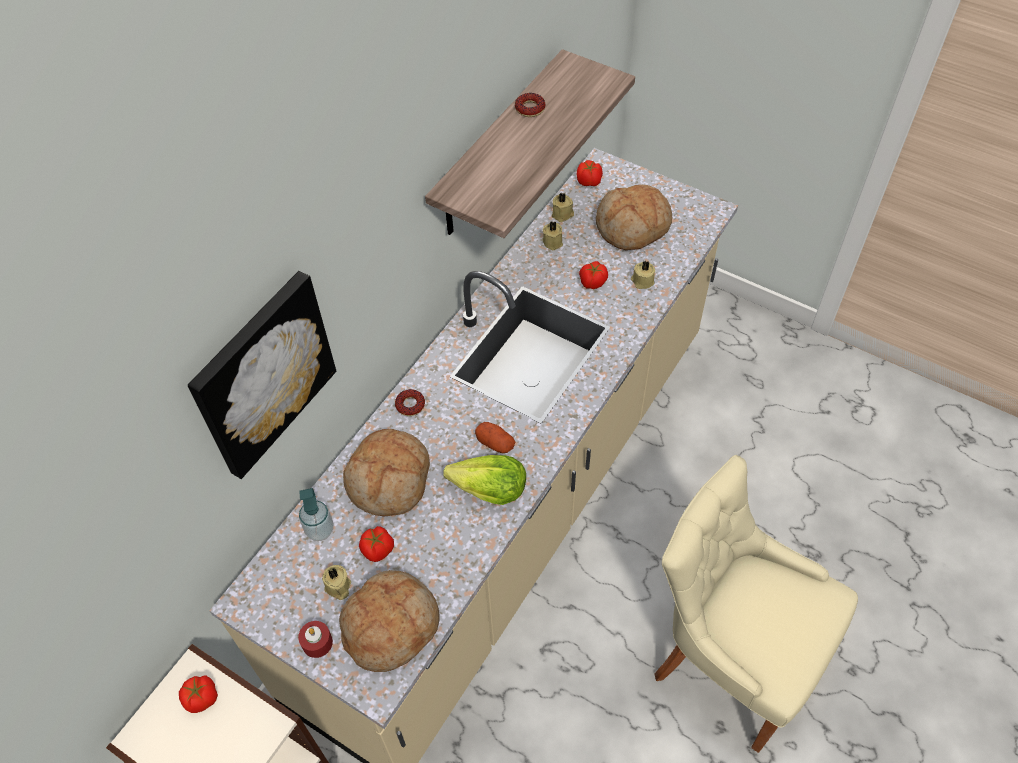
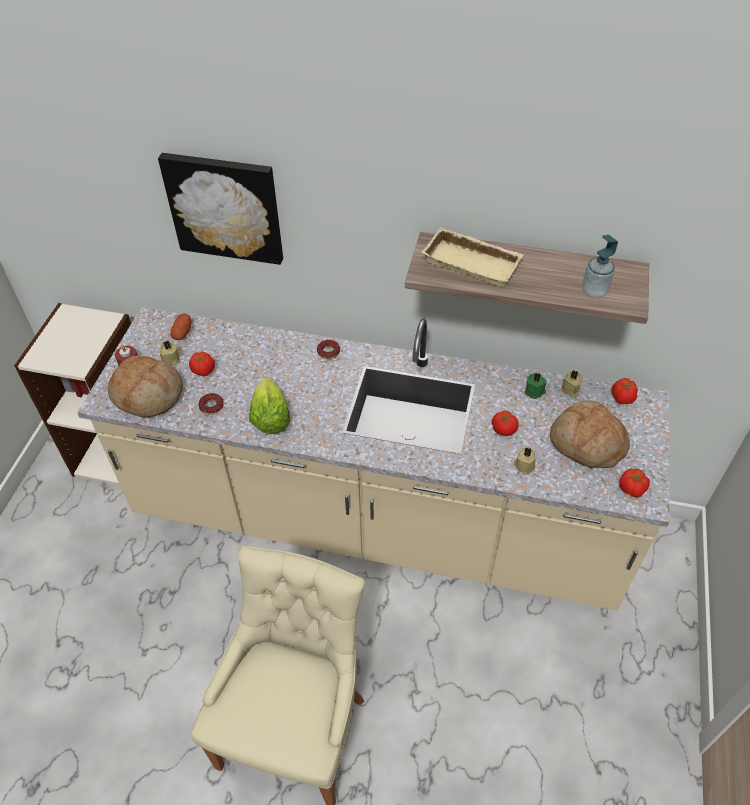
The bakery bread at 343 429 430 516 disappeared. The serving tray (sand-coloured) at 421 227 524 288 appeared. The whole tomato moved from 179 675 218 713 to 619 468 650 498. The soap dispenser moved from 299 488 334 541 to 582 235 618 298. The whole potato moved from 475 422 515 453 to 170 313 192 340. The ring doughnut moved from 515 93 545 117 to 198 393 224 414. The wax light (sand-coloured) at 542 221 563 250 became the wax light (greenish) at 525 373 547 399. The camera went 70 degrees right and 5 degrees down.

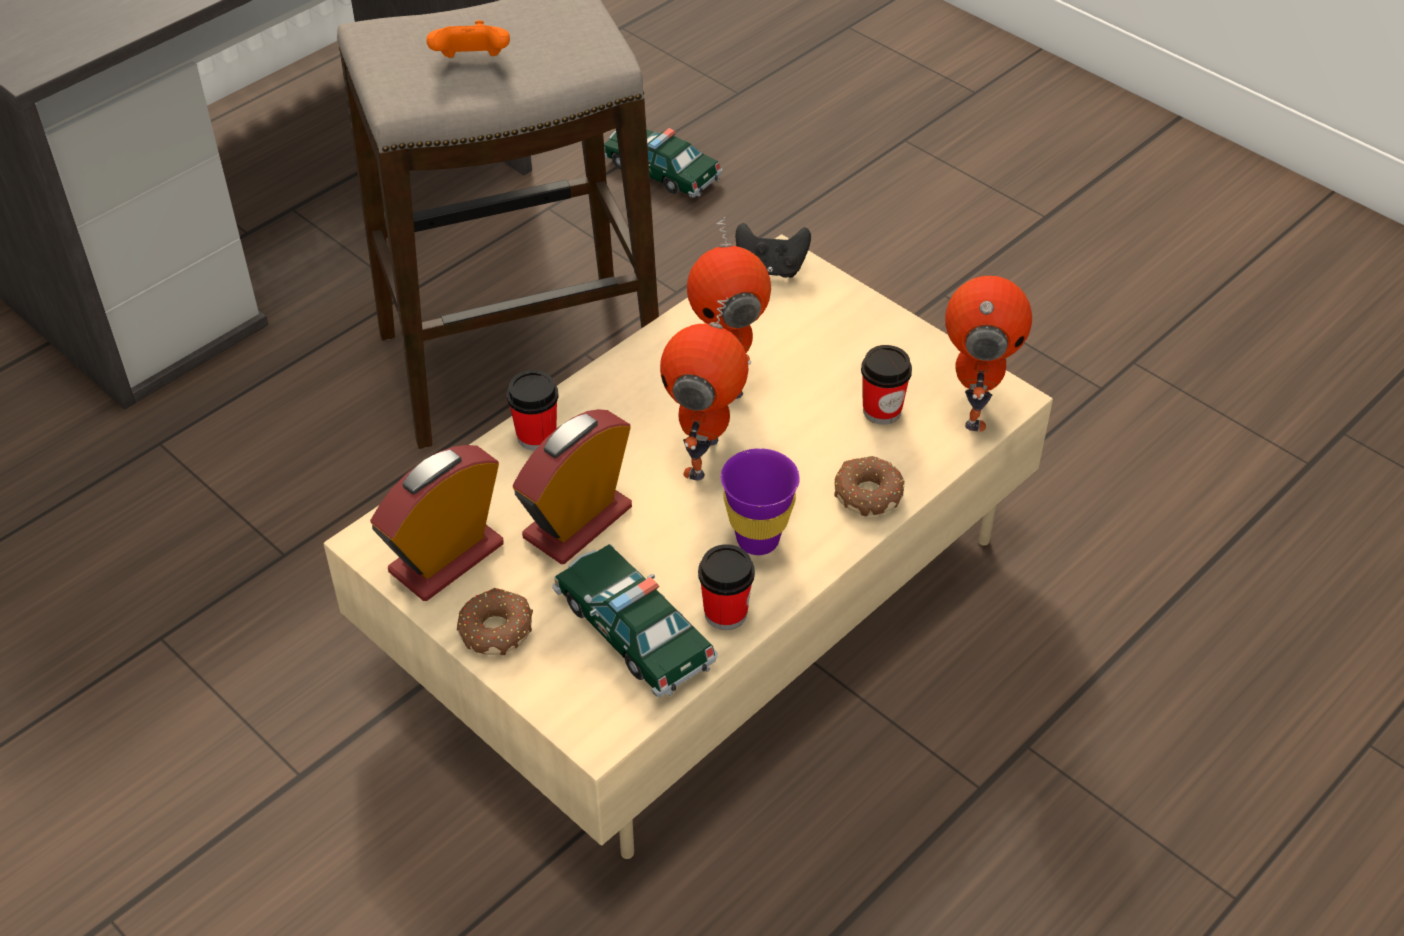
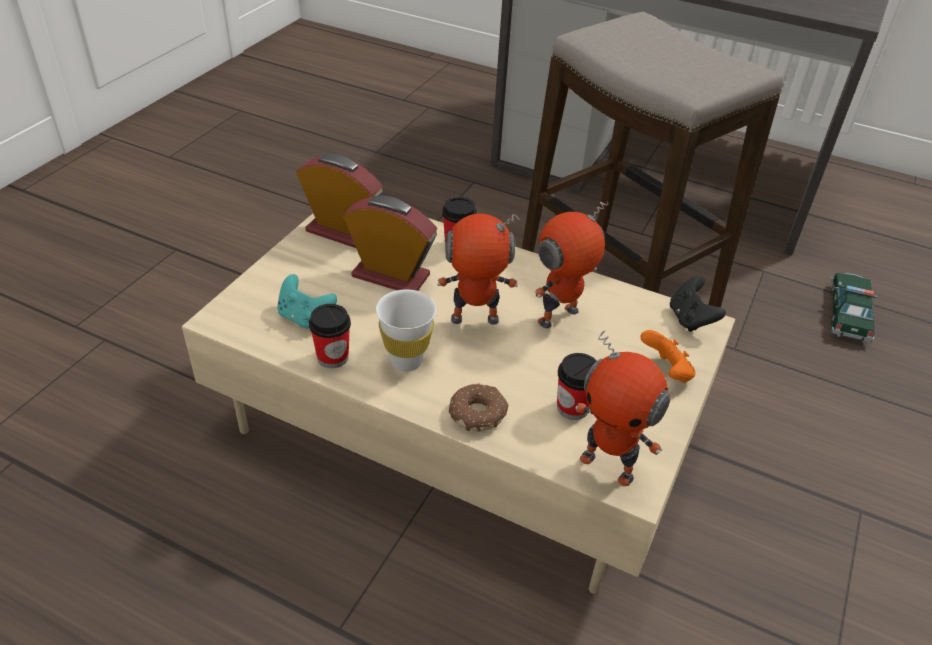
The ring doughnut at 457 588 533 655 disappeared. The gamepad (orange) moved from 426 20 510 58 to 640 330 696 383. The model car at 552 544 718 697 was replaced by the gamepad (turquoise-coloured) at 277 274 337 328. The small cup (purple) at 721 448 800 555 became the small cup (white) at 376 289 436 372. The model robot at 945 276 1032 432 turned 45 degrees clockwise. The camera went 70 degrees right and 5 degrees down.

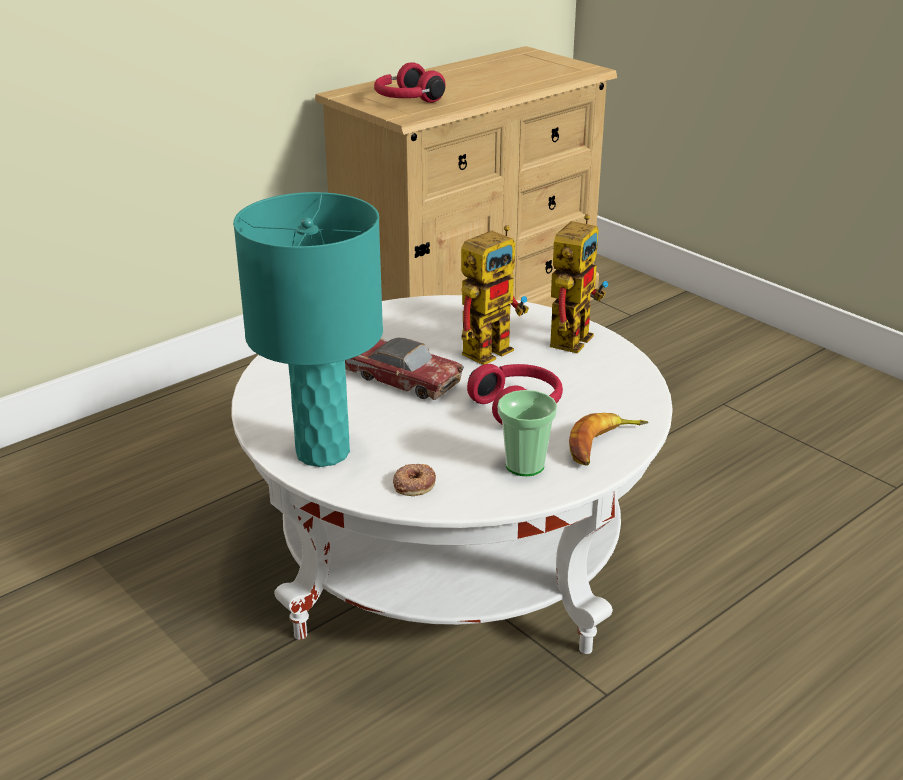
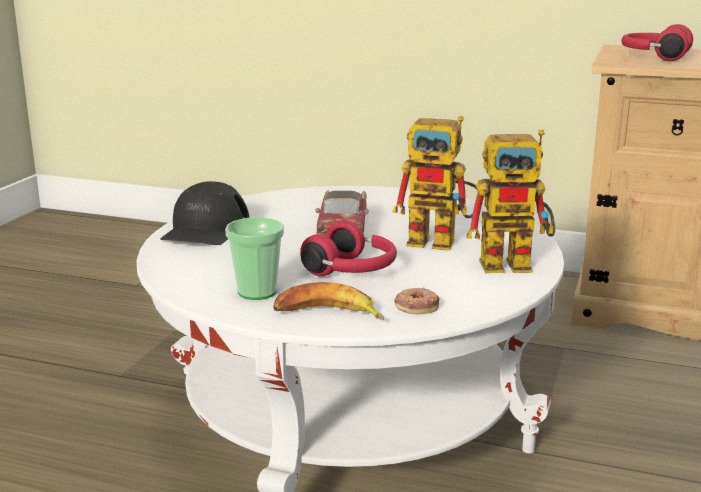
The ring doughnut moved from 393 464 436 496 to 394 287 440 314. The tabletop lamp (turquoise-coloured) at 233 192 383 467 was replaced by the baseball cap (blackish) at 160 181 249 245. The camera went 60 degrees right and 10 degrees down.

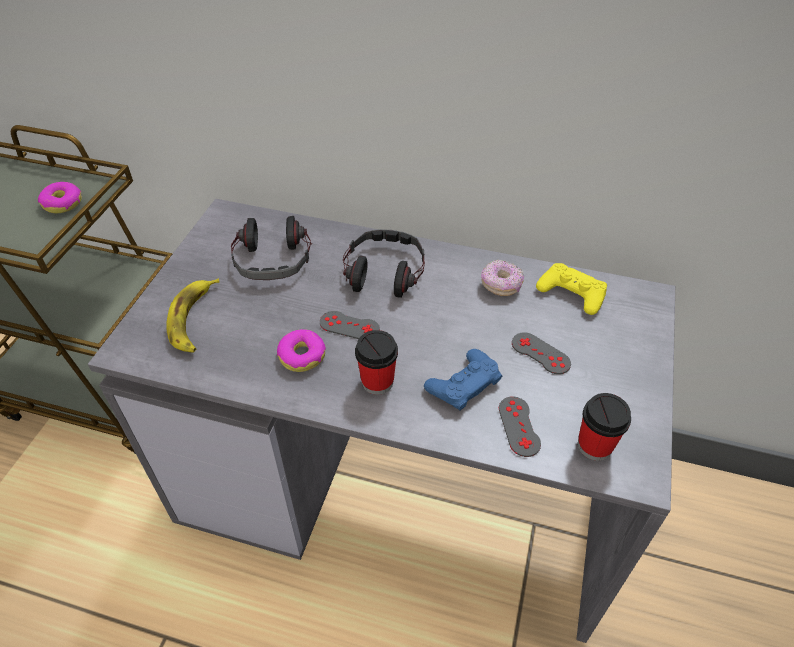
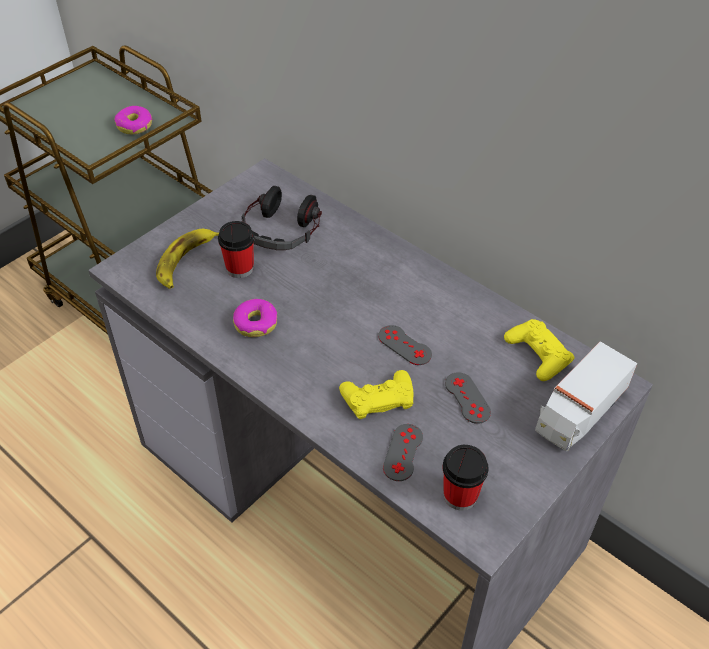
The pair of headphones at 343 229 425 298 disappeared. The ring doughnut at 481 260 524 296 disappeared. The toy lorry at 535 341 637 451 appeared. The gamepad (greyish) moved from 320 311 380 339 to 378 325 432 365. The small cup moved from 355 330 398 395 to 218 221 254 278. The gamepad (bluish) at 424 349 502 410 became the gamepad (yellow) at 339 370 413 419. The camera went 25 degrees right and 0 degrees up.

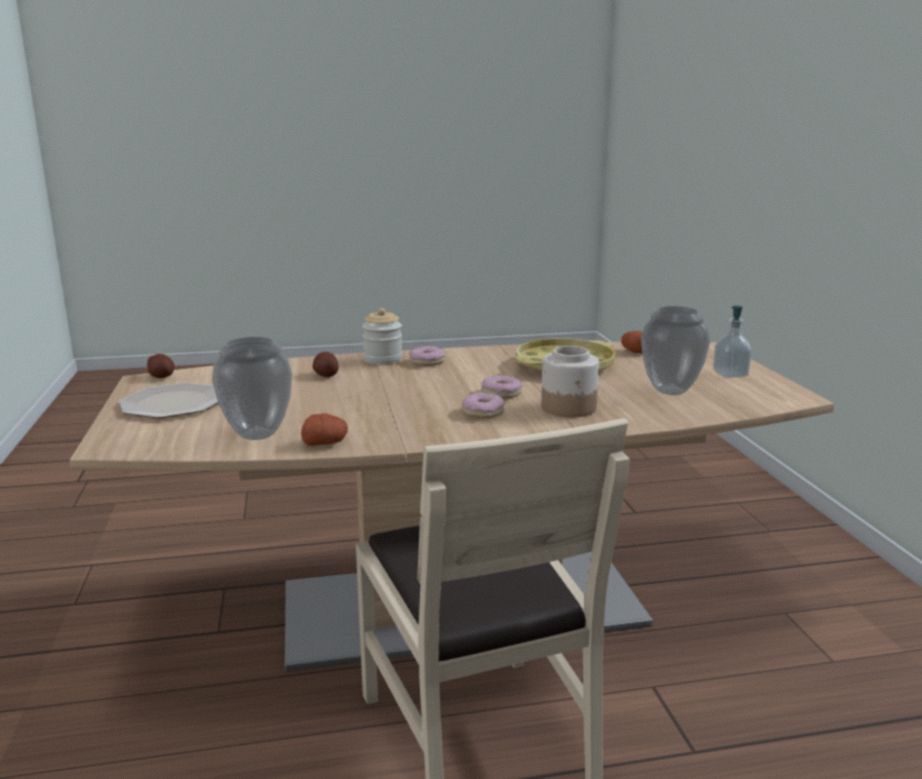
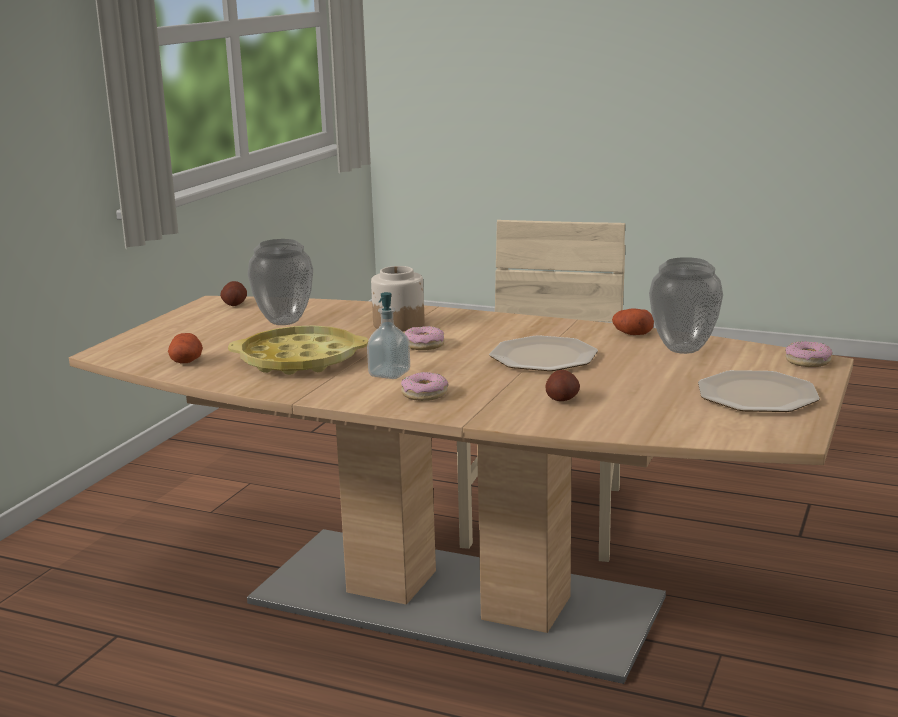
The jar at 362 308 402 365 disappeared. The flat dish at 489 335 598 371 appeared. The whole potato moved from 147 354 174 378 to 220 281 247 306. The ring doughnut moved from 462 392 505 419 to 785 341 833 367. The soap dispenser moved from 713 305 752 378 to 367 292 410 379. The camera went 145 degrees left and 0 degrees up.

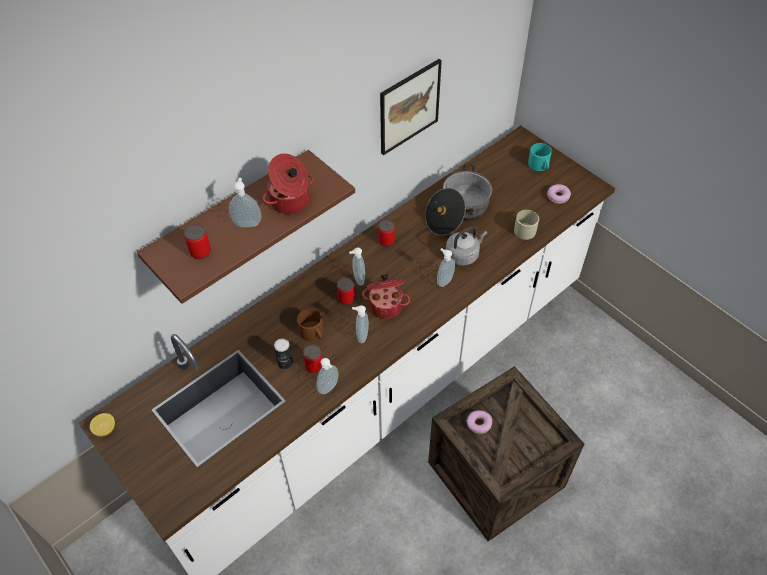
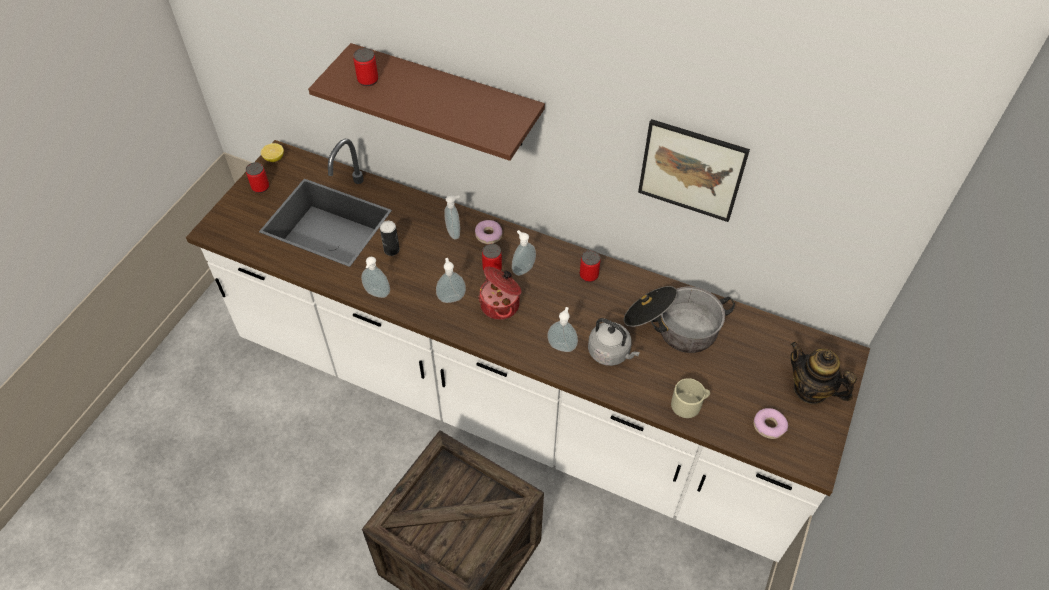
The saucepot at 263 153 314 214 disappeared. The mug (brownish) at 297 308 323 341 disappeared. The soap dispenser moved from 229 178 261 227 to 444 195 460 240. The sealed can moved from 303 345 322 373 to 246 162 269 193. The ring doughnut moved from 467 410 492 434 to 475 220 502 244. The mug (turquoise-coloured) at 528 143 552 171 was replaced by the pot for tea at 790 342 857 404. The camera went 65 degrees right and 0 degrees up.

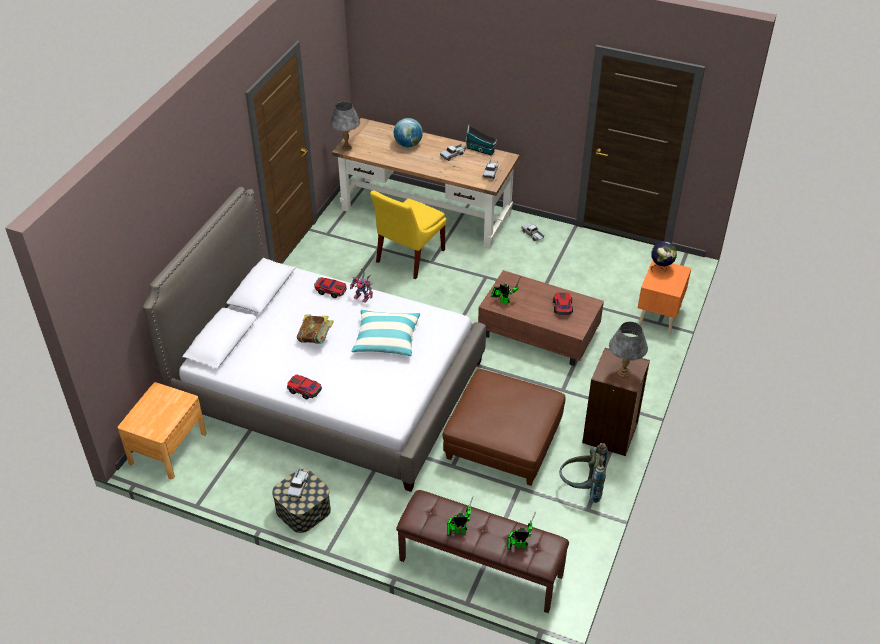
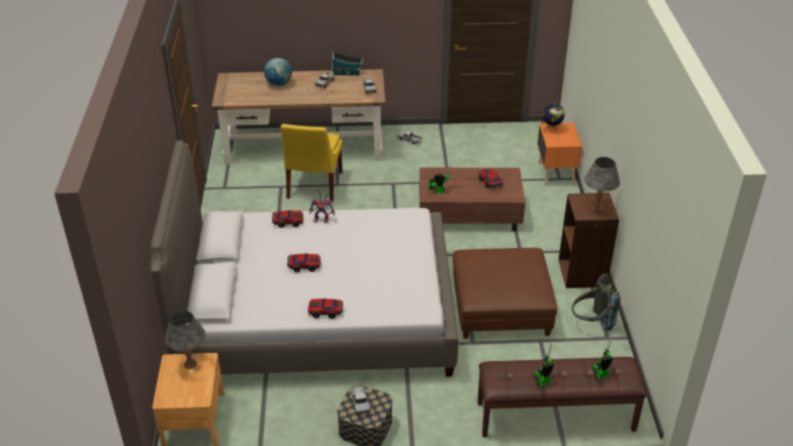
The cushion at 351 309 420 356 disappeared. The tabletop lamp (greyish) moved from 330 102 360 151 to 165 311 205 369. The book at 297 314 334 344 was replaced by the model car at 287 253 321 272. The camera went 25 degrees left and 5 degrees down.

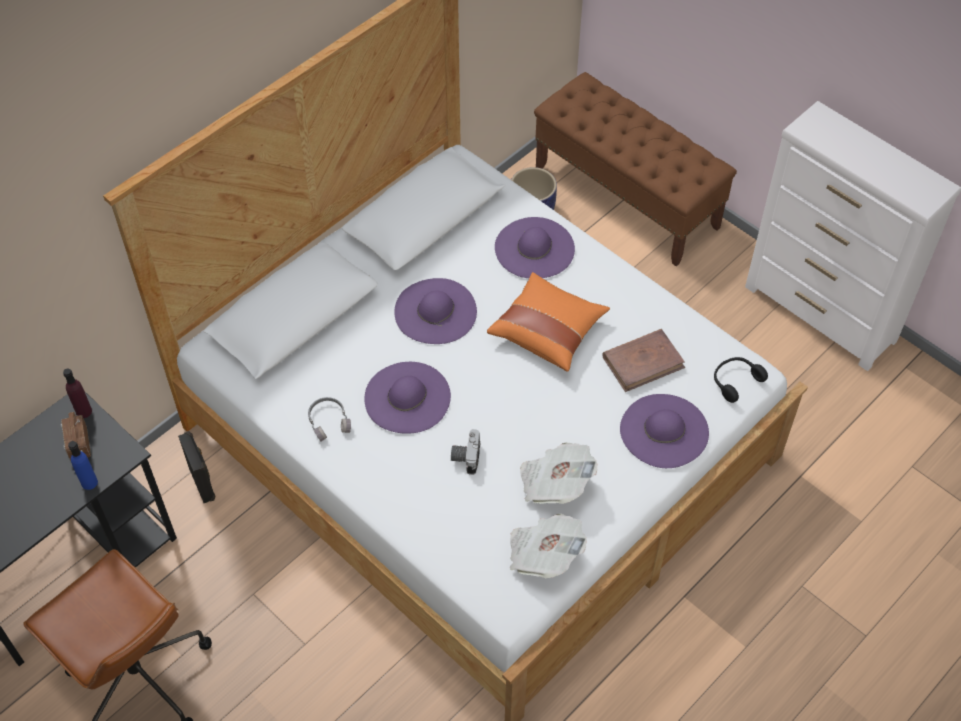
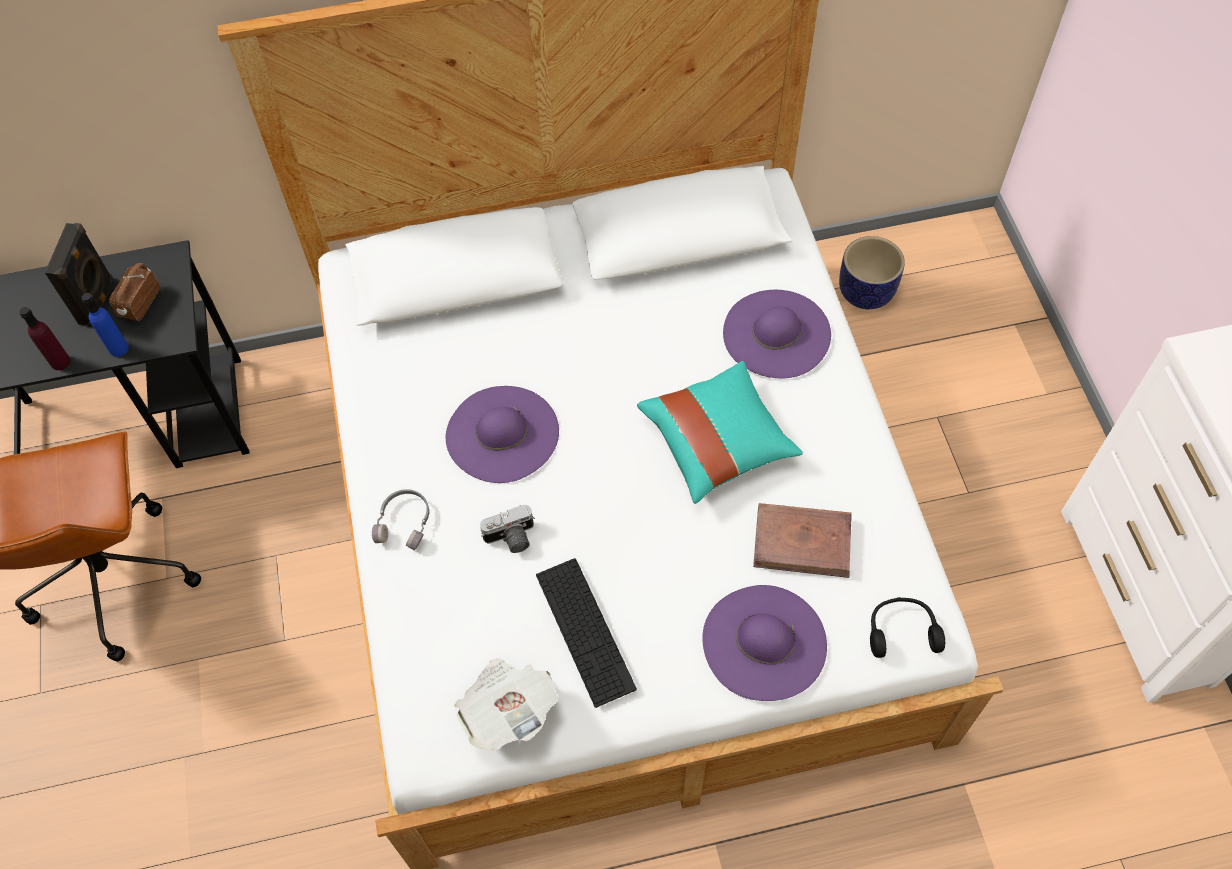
The hat (purple) at 394 278 477 344 disappeared. The indoor bench (brownish) at 534 72 737 266 disappeared. The drink bottle (purple) moved from 63 368 92 418 to 19 307 70 370. The audio speaker (blackish) moved from 178 431 215 503 to 45 223 113 327. The pair of headphones (greyish) moved from 308 397 351 441 to 372 489 429 551. The newspaper at 520 442 597 504 was replaced by the computer keyboard at 536 558 637 708. The cushion (orange) at 487 272 610 371 became the cushion (turquoise-coloured) at 637 361 803 504. The still camera at 451 429 481 475 turned 150 degrees counterclockwise. The camera went 35 degrees right and 5 degrees up.

